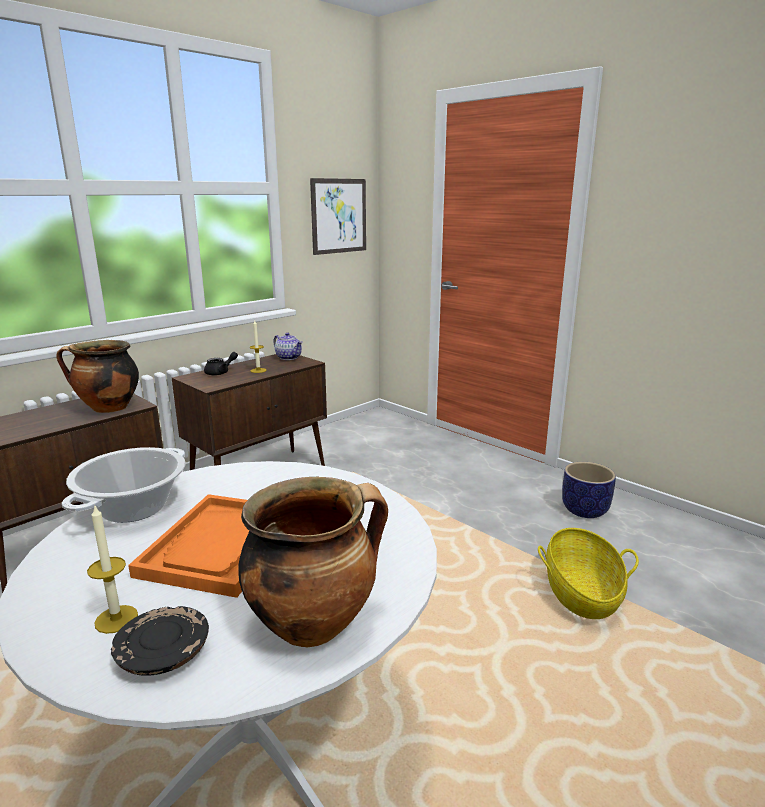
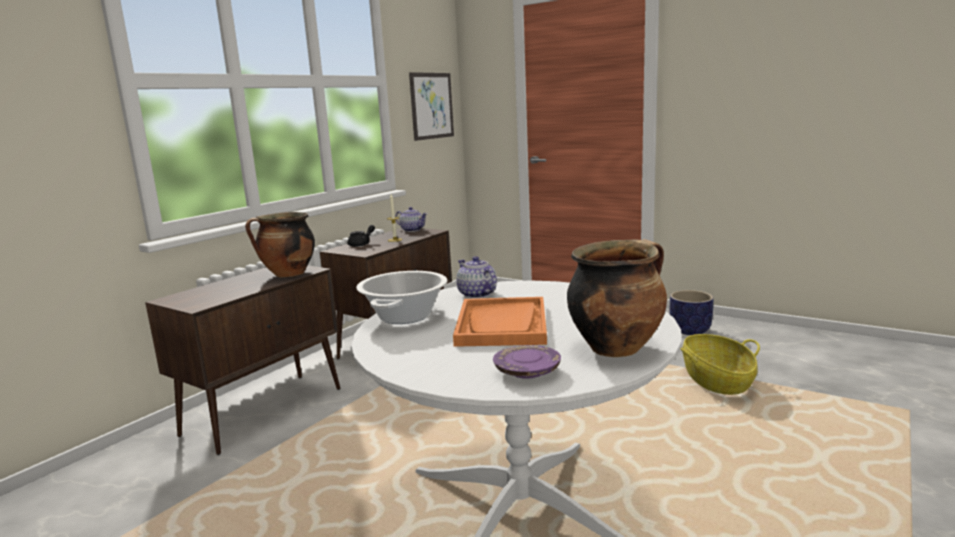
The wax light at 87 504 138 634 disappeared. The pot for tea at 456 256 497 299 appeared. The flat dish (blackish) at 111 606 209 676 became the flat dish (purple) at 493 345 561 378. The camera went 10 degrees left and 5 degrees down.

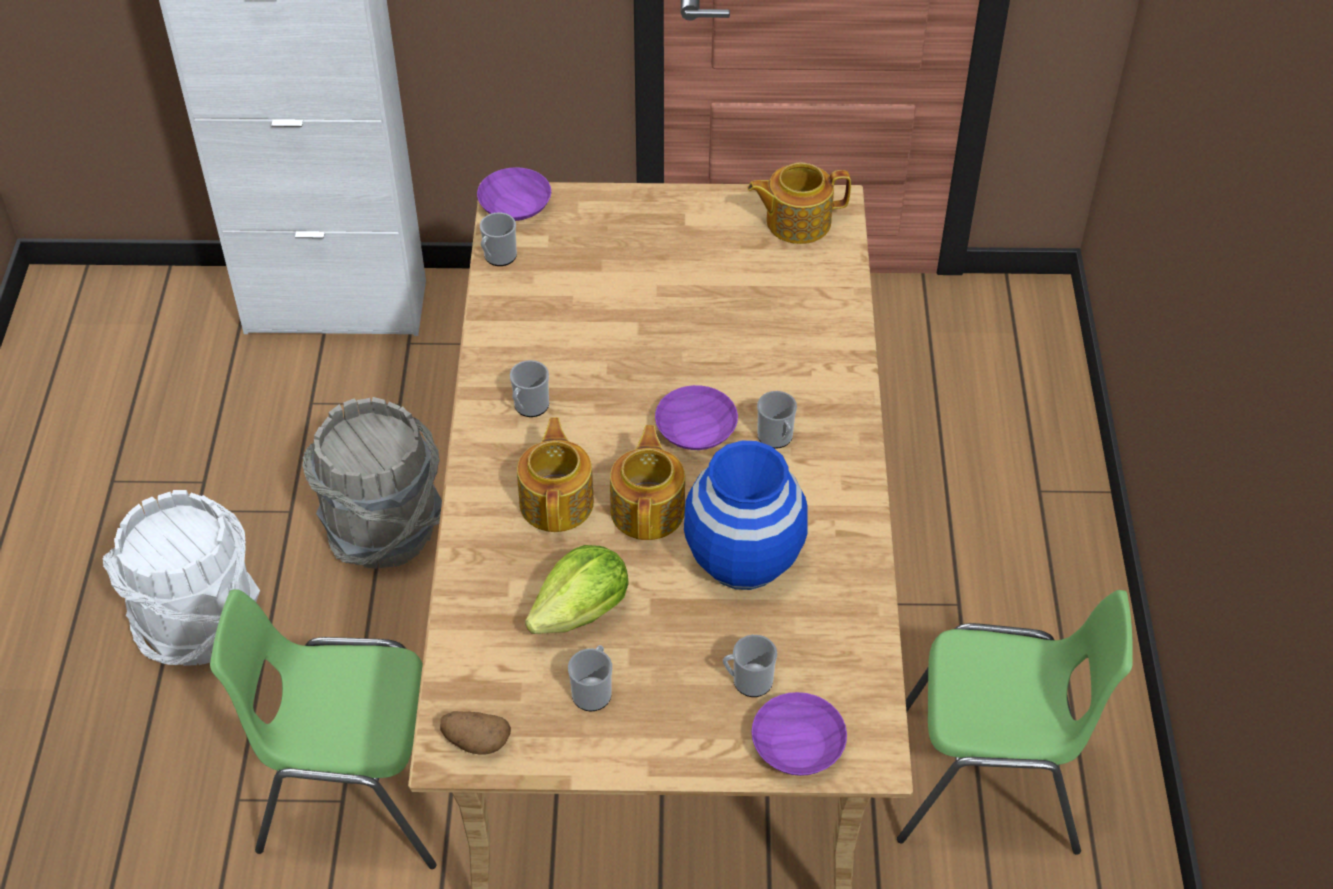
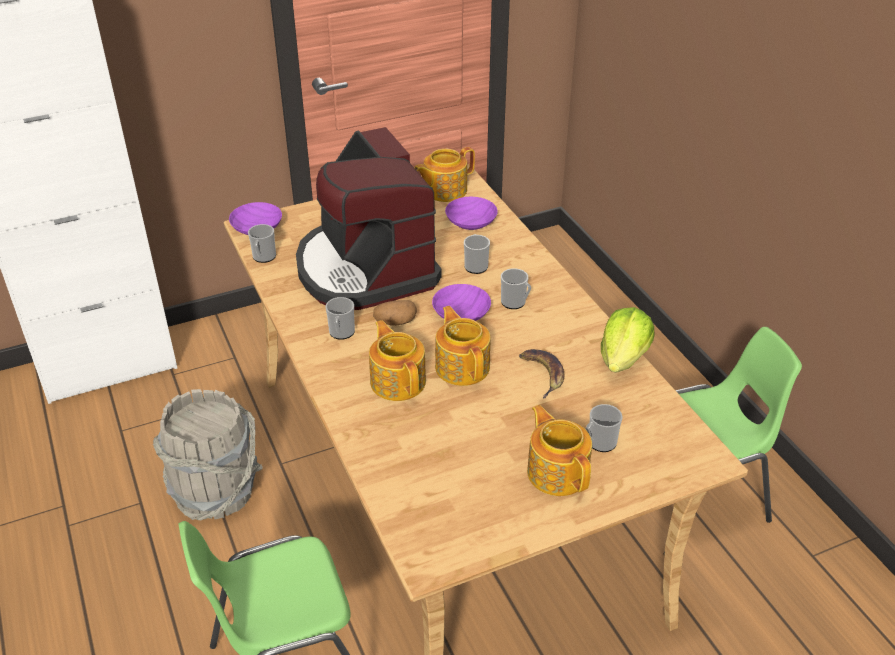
The bucket (white) at 102 490 260 666 disappeared. The coffee maker at 296 127 441 310 appeared. The pot for tea at 527 405 592 496 appeared. The whole potato moved from 440 711 511 755 to 373 300 417 326. The lettuce moved from 525 545 629 634 to 601 307 655 373. The mug moved from 568 645 612 711 to 464 234 490 274. The deep dish (purple) moved from 752 692 847 776 to 445 197 498 230. The vase (bluish) at 684 441 808 590 was replaced by the whole banana at 519 349 564 399. The camera went 25 degrees left and 10 degrees down.

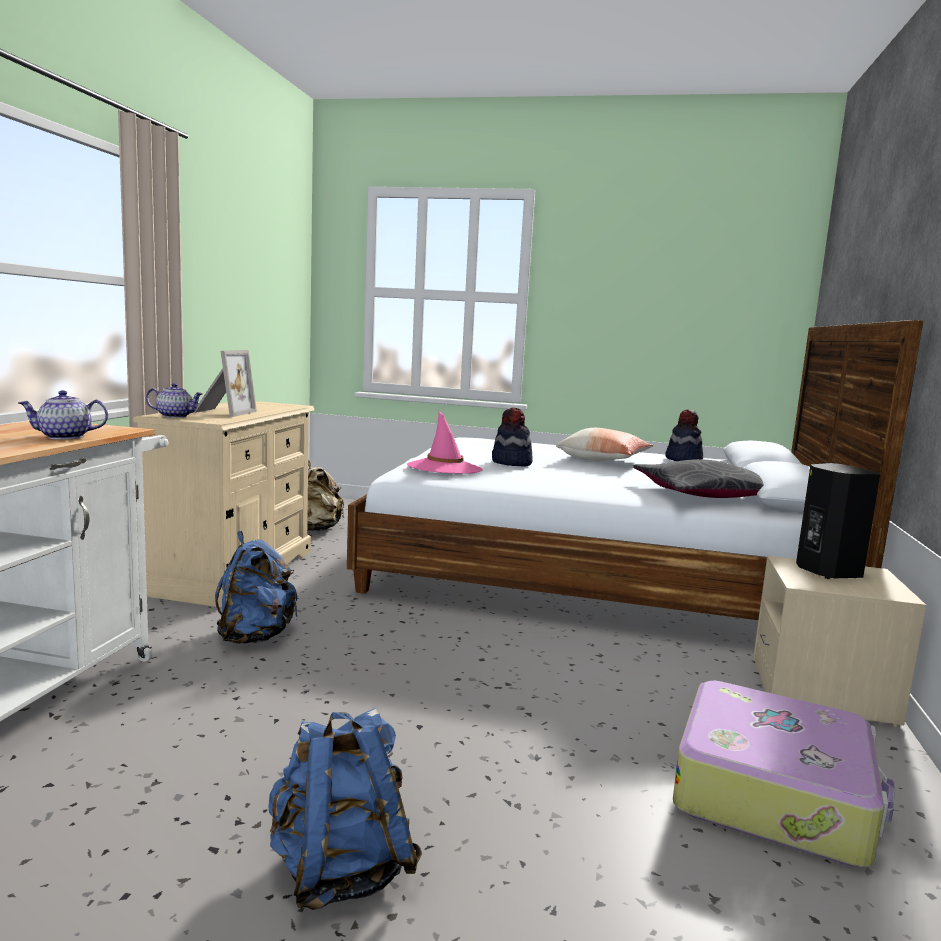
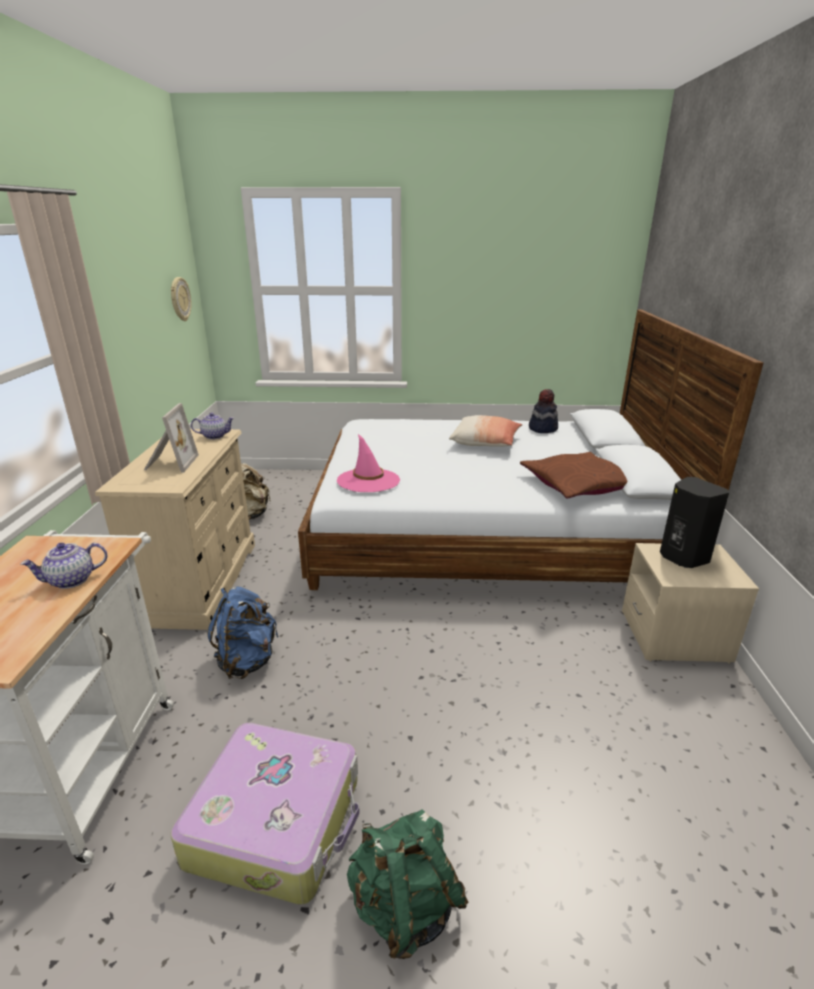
The hat at 492 407 533 467 disappeared. The hanging clock at 171 277 192 321 appeared. The pot for tea moved from 146 383 203 418 to 191 413 234 440. The suitcase moved from 673 681 895 867 to 171 723 360 905. The knapsack (bluish) at 268 709 422 910 became the knapsack (greenish) at 347 809 468 959. The cushion (greyish) at 633 459 764 498 became the cushion (brownish) at 520 452 628 498. The camera went 10 degrees left and 15 degrees up.

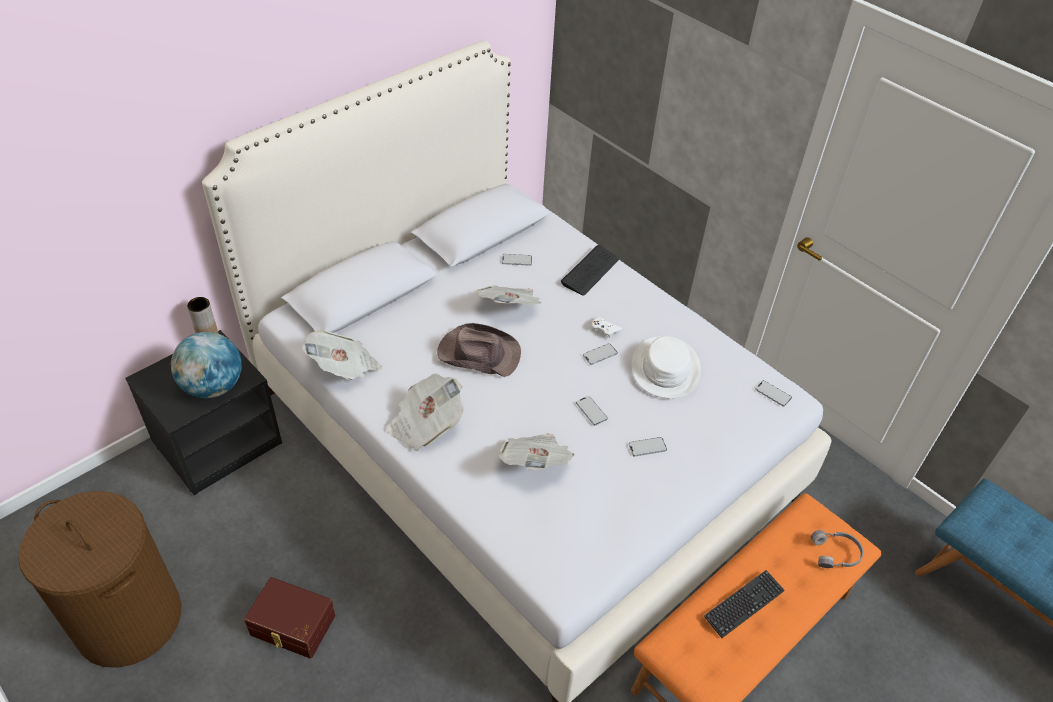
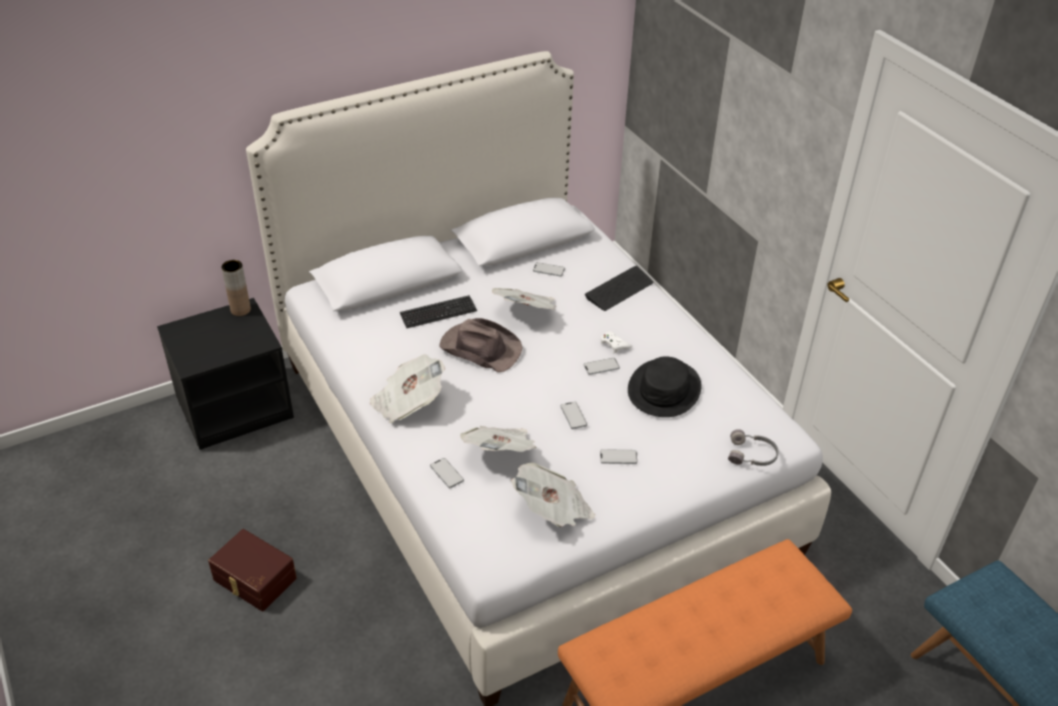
The hamper (brownish) at 18 491 181 668 disappeared. The desk globe at 171 332 242 398 disappeared. The newspaper moved from 301 330 382 380 to 511 463 595 527. The computer keyboard moved from 704 570 785 638 to 400 295 477 328. The phone moved from 755 380 792 407 to 430 458 464 488. The pair of headphones (greyish) moved from 811 530 864 568 to 728 429 779 466. The hat (white) at 632 336 701 398 became the hat (blackish) at 628 356 701 417. The camera went 15 degrees right and 5 degrees down.

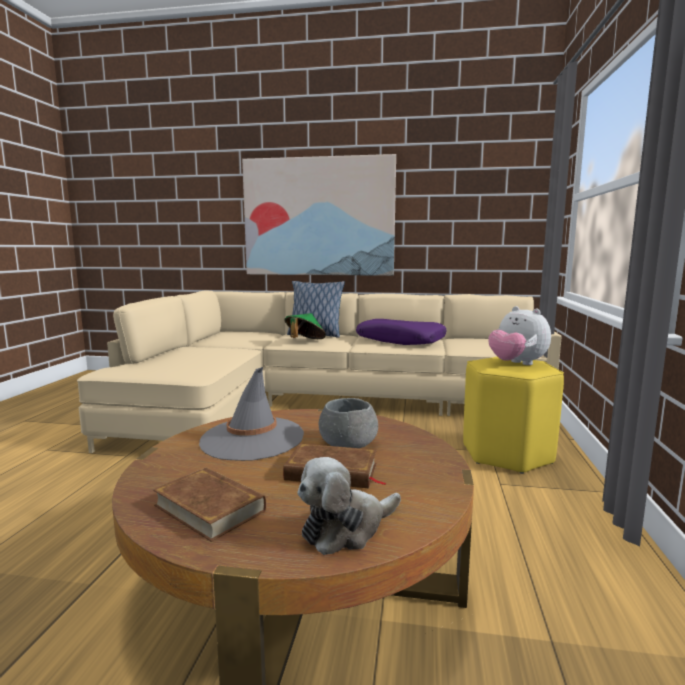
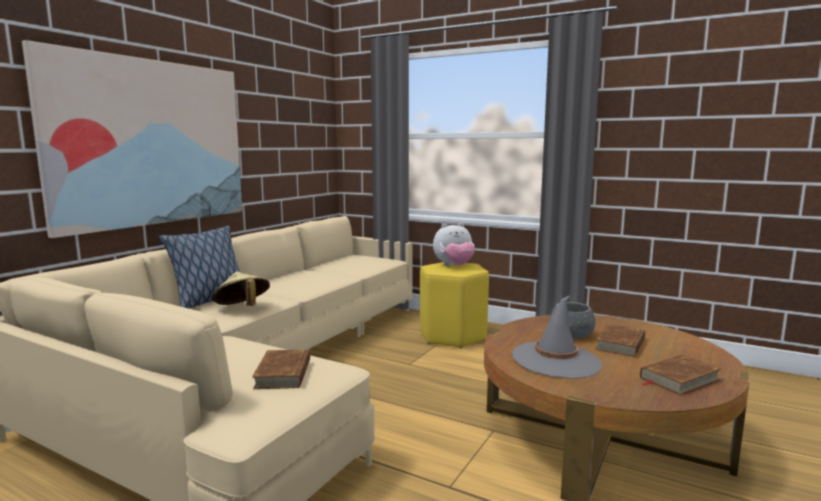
The plush toy at 297 457 401 555 disappeared. The cushion (purple) at 356 319 447 345 disappeared. The book (brownish) at 252 349 310 389 appeared. The hat (greenish) at 285 313 326 339 became the hat (sand-coloured) at 211 271 270 306. The camera went 70 degrees left and 0 degrees up.

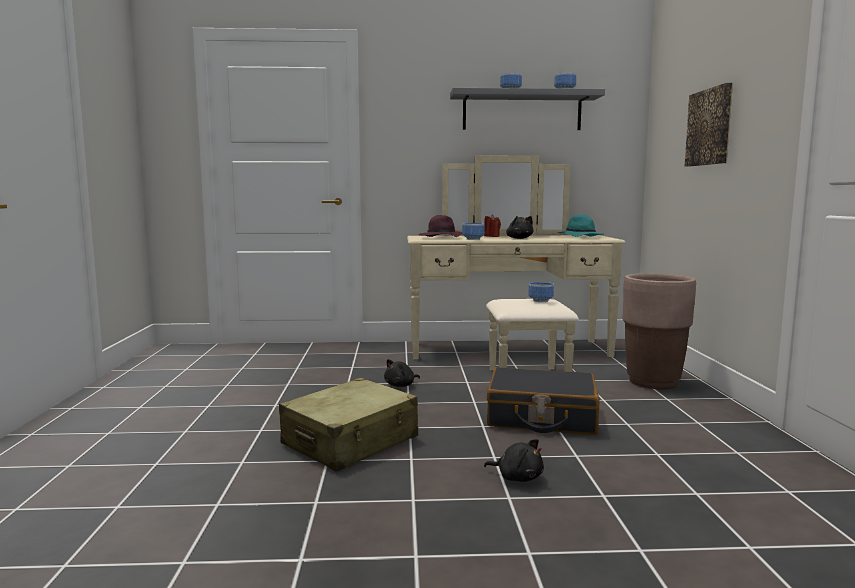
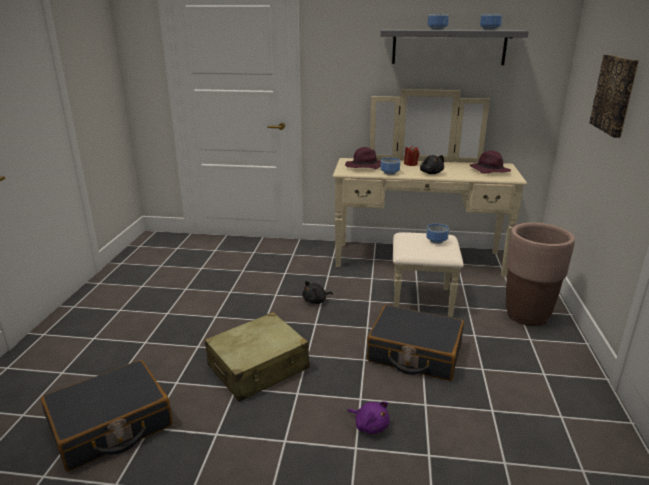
The suitcase (blackish) at 41 360 173 471 appeared. The plush toy (blackish) at 484 439 544 482 became the plush toy (purple) at 348 401 390 434. The hat (turquoise-coloured) at 558 215 603 237 became the hat (purple) at 470 150 511 174. The camera went 10 degrees right and 15 degrees up.

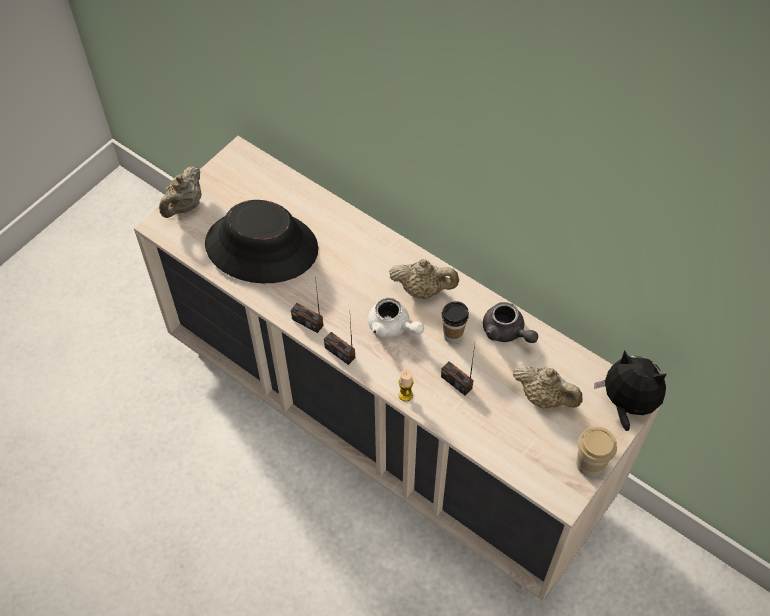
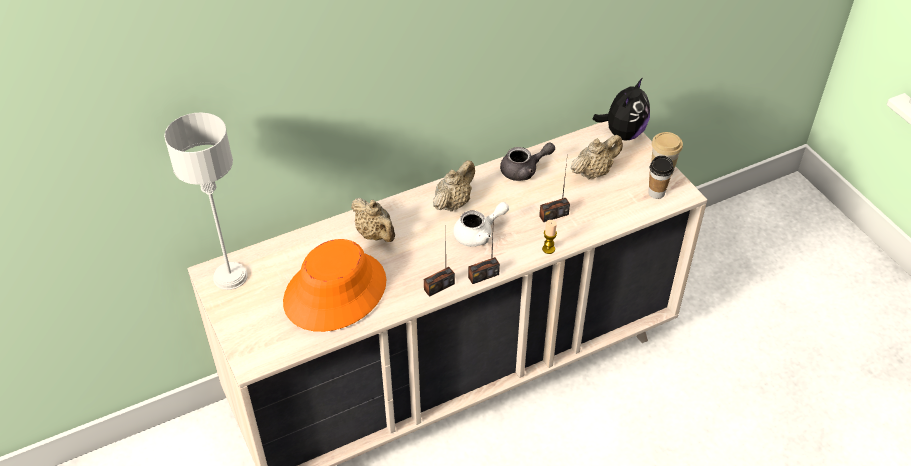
The tabletop lamp (greyish) at 164 112 248 290 appeared. The pot for tea (sand-coloured) moved from 159 166 202 218 to 351 198 395 242. The small cup moved from 442 301 469 344 to 648 156 674 199. The hat (blackish) at 205 200 318 283 became the hat (orange) at 283 239 386 332. The plush toy at 594 351 666 431 turned 150 degrees clockwise. The camera went 65 degrees left and 10 degrees down.

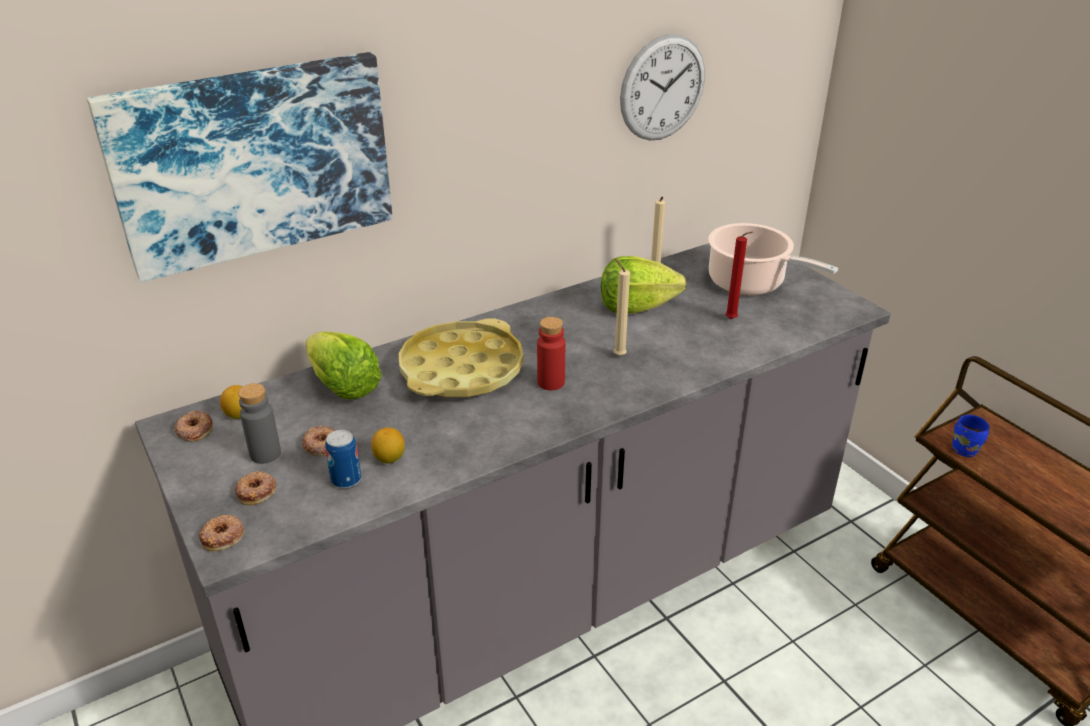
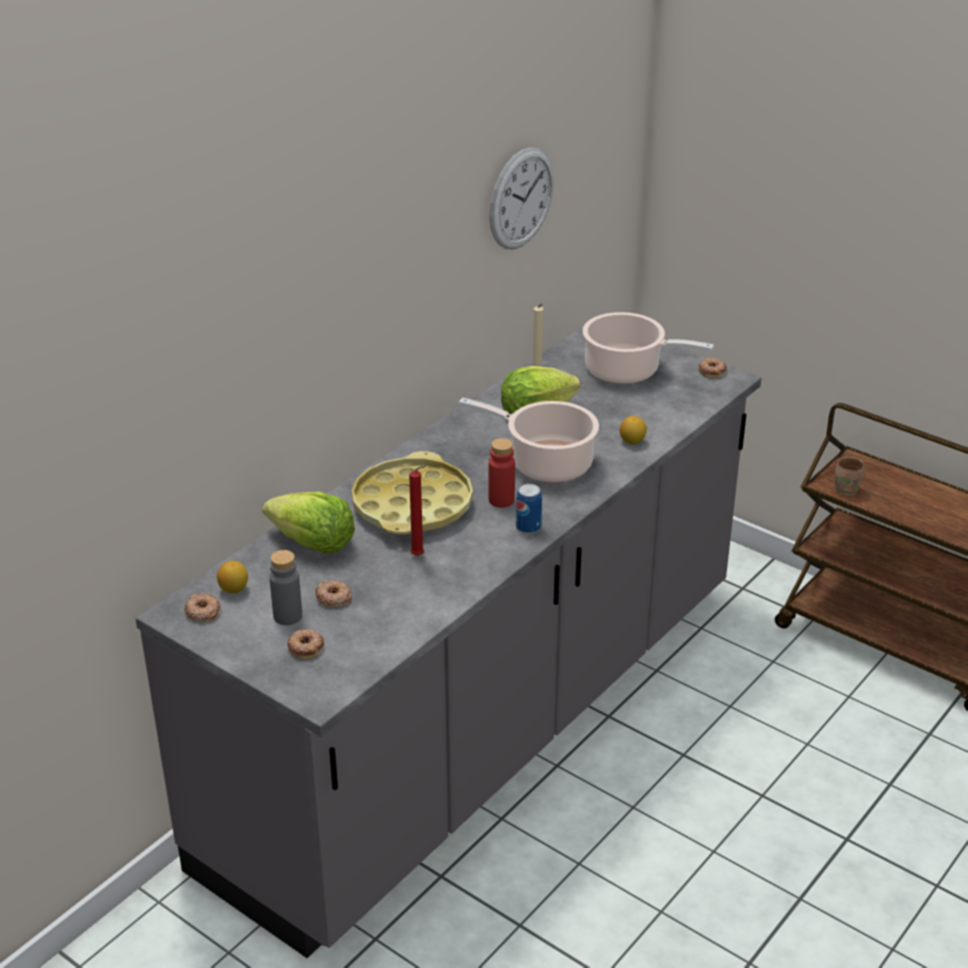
The picture at 87 52 393 282 disappeared. The ring doughnut moved from 199 515 244 551 to 699 358 727 378. The sealed can moved from 325 430 361 489 to 516 484 542 534. The citrus fruit moved from 371 427 405 463 to 620 416 647 445. The wax light (red) moved from 725 231 753 319 to 409 466 426 556. The wax light (sand-coloured) at 613 259 630 356 was replaced by the saucepot at 459 398 599 482. The mug (bluish) at 952 415 989 457 became the mug (brownish) at 835 457 865 496. The camera went 20 degrees left and 0 degrees up.

